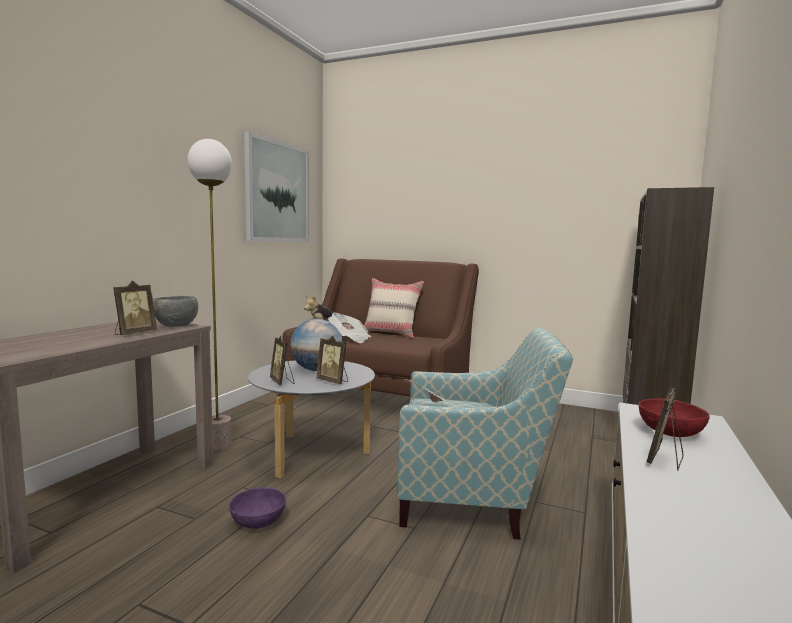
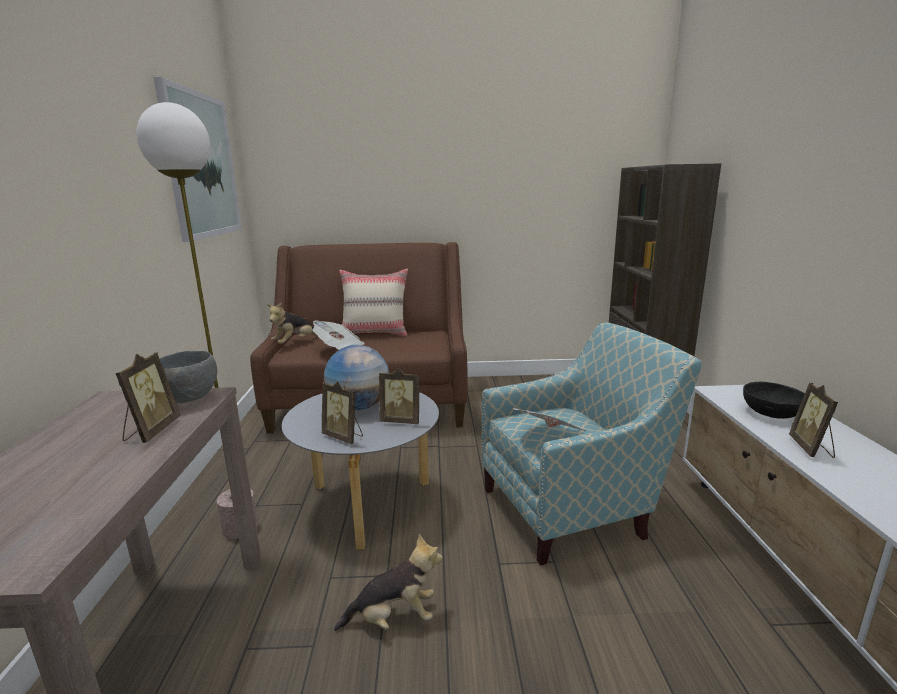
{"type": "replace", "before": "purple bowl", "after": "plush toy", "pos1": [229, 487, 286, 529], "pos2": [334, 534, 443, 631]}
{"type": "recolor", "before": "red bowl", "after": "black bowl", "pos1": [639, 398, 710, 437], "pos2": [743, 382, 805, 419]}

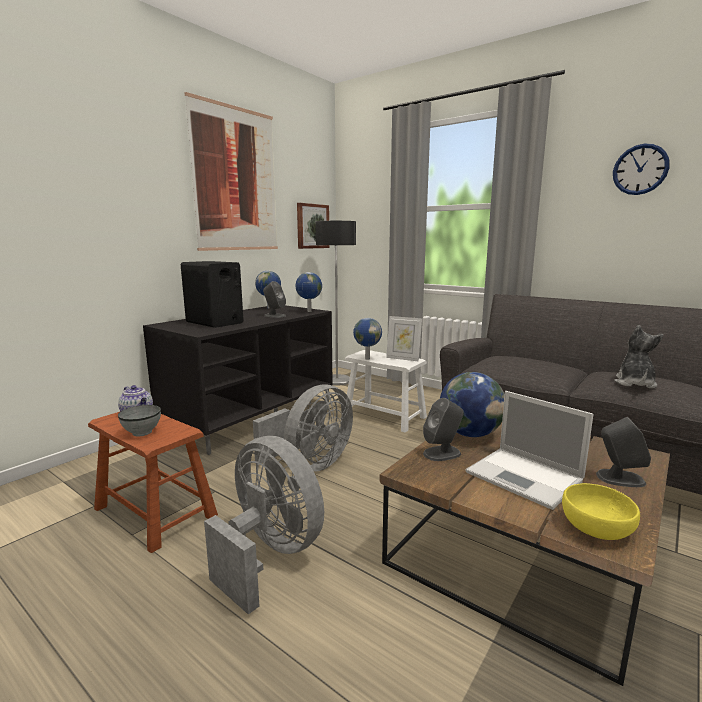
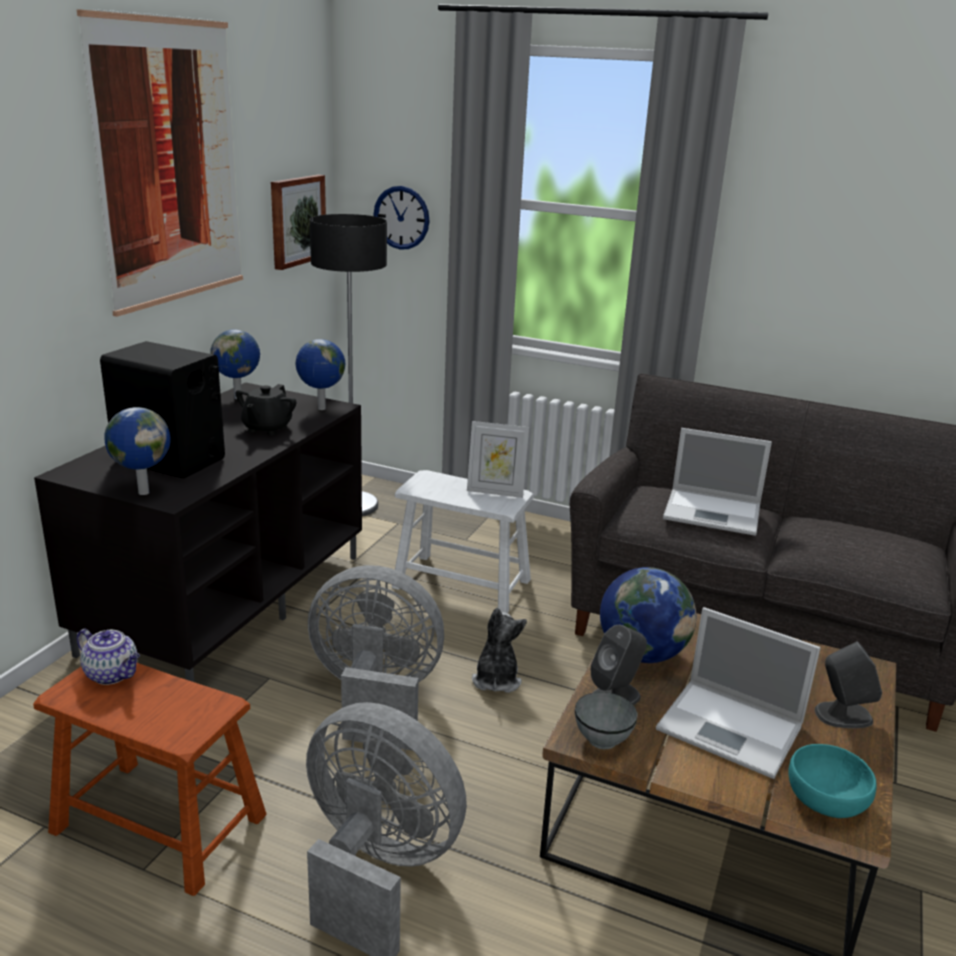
{"type": "move", "before": "grey bowl", "pos1": [118, 405, 161, 437], "pos2": [575, 692, 638, 749]}
{"type": "rotate", "before": "grey fan", "pos1": [253, 384, 353, 471], "pos2": [308, 565, 444, 751], "turn": -105}
{"type": "replace", "before": "grey speaker", "after": "black teapot", "pos1": [263, 281, 286, 318], "pos2": [236, 384, 296, 435]}
{"type": "move", "before": "globe", "pos1": [353, 318, 382, 360], "pos2": [104, 407, 171, 495]}
{"type": "recolor", "before": "yellow bowl", "after": "turquoise bowl", "pos1": [562, 483, 640, 540], "pos2": [788, 744, 877, 818]}
{"type": "move", "before": "wall clock", "pos1": [613, 144, 670, 195], "pos2": [373, 186, 429, 250]}
{"type": "move", "before": "plush toy", "pos1": [615, 325, 664, 389], "pos2": [472, 608, 527, 693]}
{"type": "insert", "after": "laptop", "pos2": [663, 428, 772, 536]}

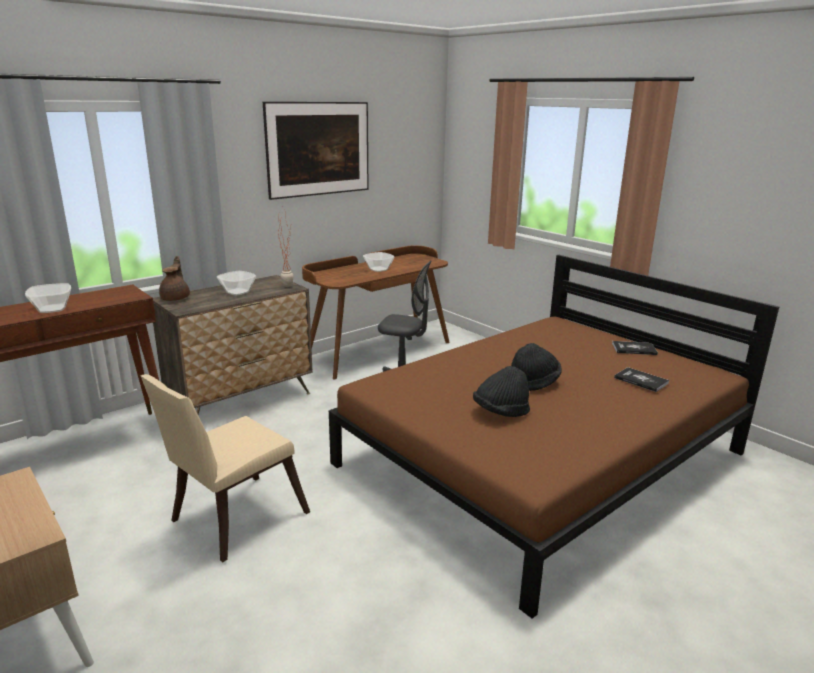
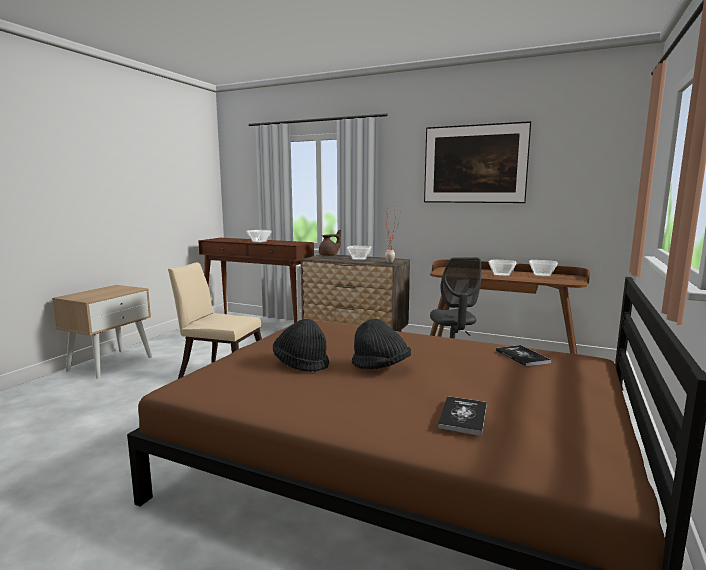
{"type": "move", "before": "book", "pos1": [612, 341, 658, 355], "pos2": [496, 345, 551, 367]}
{"type": "insert", "after": "bowl", "pos2": [529, 260, 558, 277]}

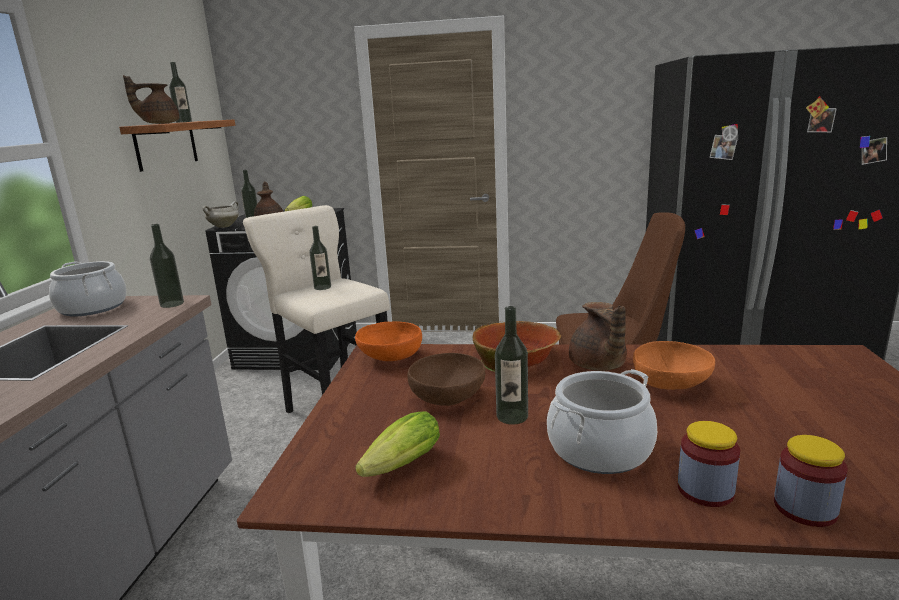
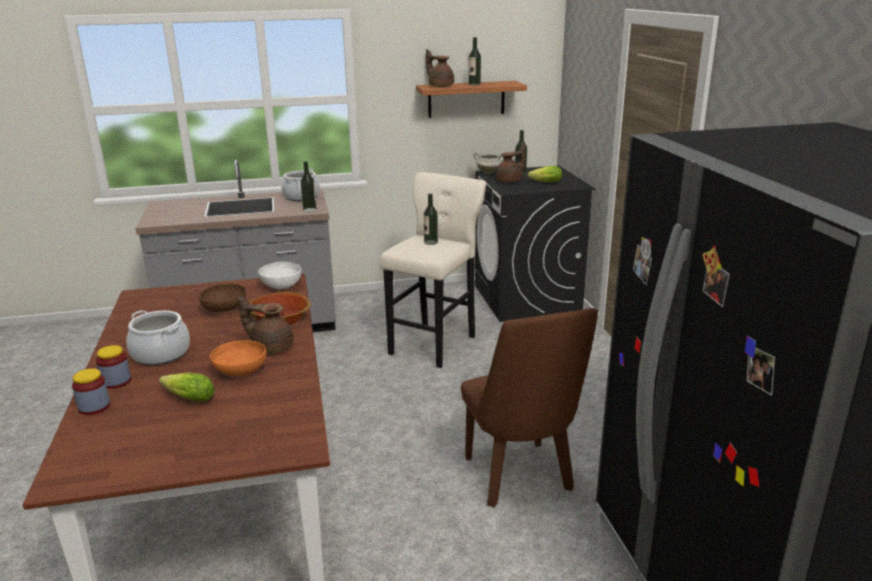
{"type": "recolor", "before": "orange bowl", "after": "white bowl", "pos1": [355, 321, 422, 361], "pos2": [258, 262, 302, 289]}
{"type": "move", "before": "lettuce", "pos1": [355, 411, 440, 477], "pos2": [159, 373, 215, 402]}
{"type": "delete", "before": "bottle", "pos1": [495, 306, 528, 425]}
{"type": "rotate", "before": "brown teapot", "pos1": [569, 302, 627, 371], "pos2": [238, 296, 294, 354], "turn": 45}

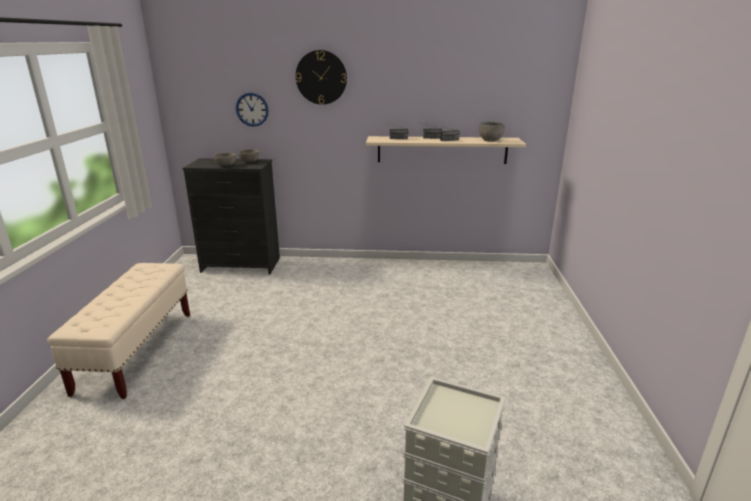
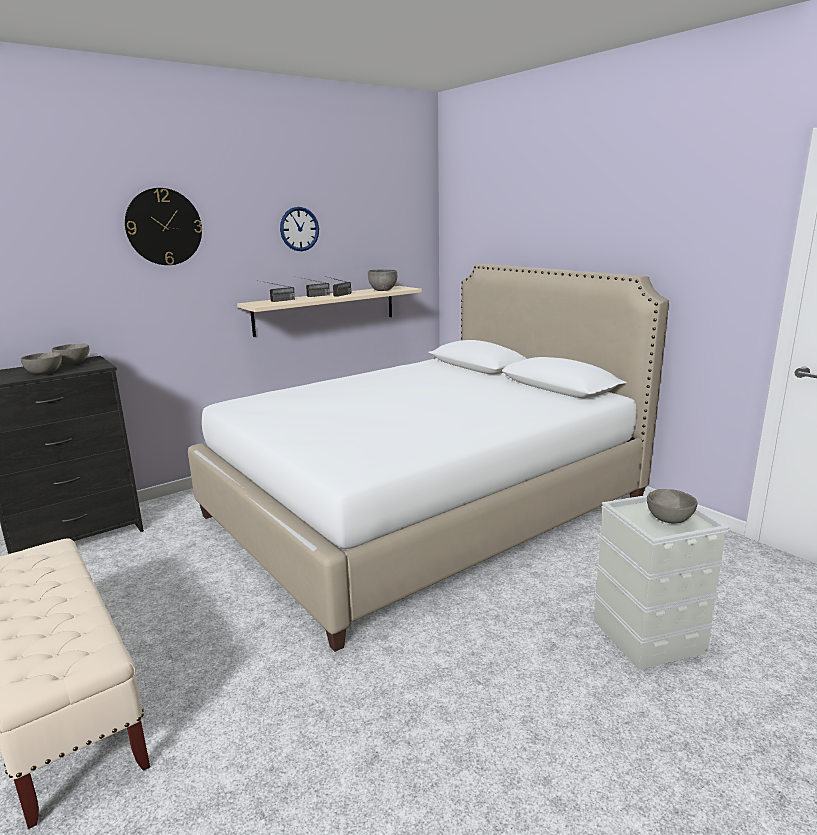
{"type": "move", "before": "wall clock", "pos1": [236, 92, 268, 127], "pos2": [280, 207, 319, 251]}
{"type": "insert", "after": "white bed", "pos2": [188, 264, 669, 652]}
{"type": "insert", "after": "grey bowl", "pos2": [647, 489, 698, 523]}

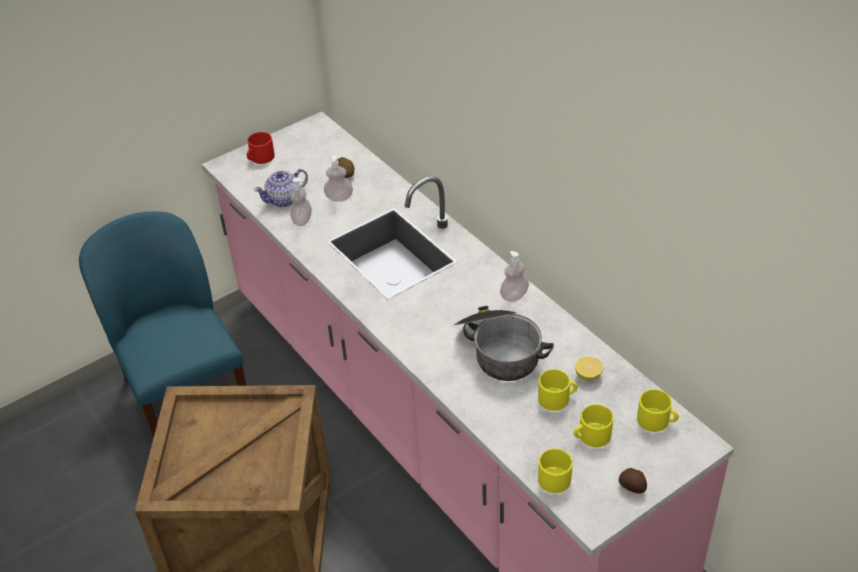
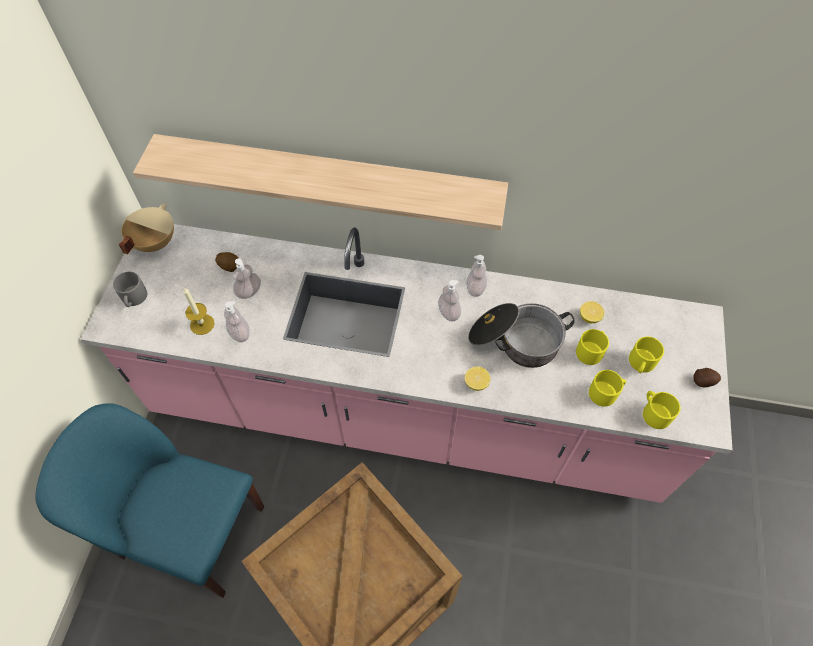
{"type": "recolor", "before": "red mug", "after": "grey mug", "pos1": [247, 132, 275, 164], "pos2": [113, 272, 147, 307]}
{"type": "replace", "before": "teapot", "after": "candle", "pos1": [254, 169, 308, 207], "pos2": [183, 288, 215, 335]}
{"type": "move", "before": "yellow mug", "pos1": [637, 389, 679, 432], "pos2": [589, 370, 626, 407]}
{"type": "insert", "after": "beige cooking pot", "pos2": [119, 204, 174, 255]}
{"type": "insert", "after": "shelf", "pos2": [133, 134, 508, 230]}
{"type": "insert", "after": "soap dispenser", "pos2": [438, 280, 461, 322]}
{"type": "insert", "after": "lemon", "pos2": [465, 366, 491, 391]}

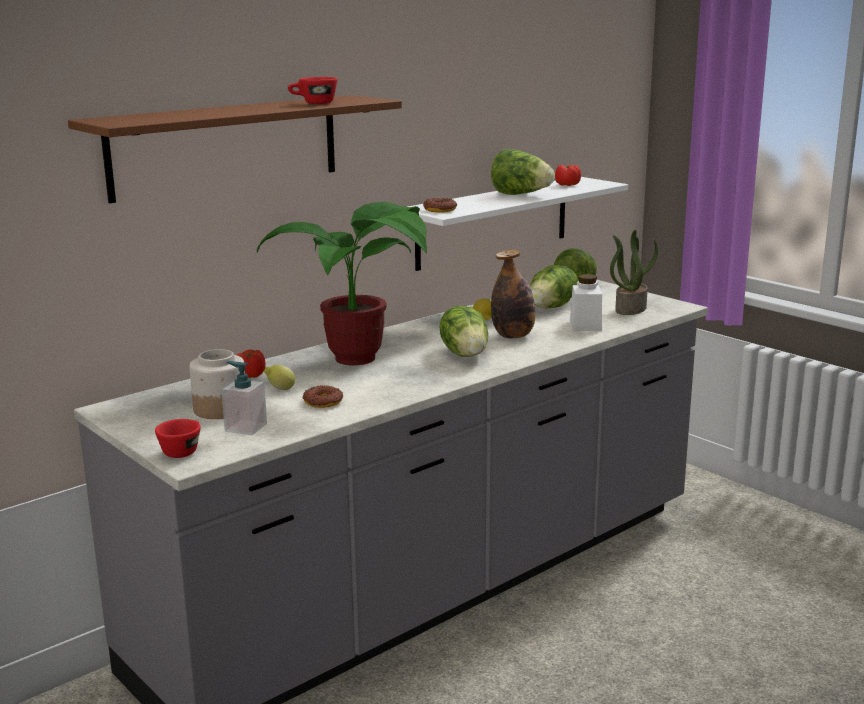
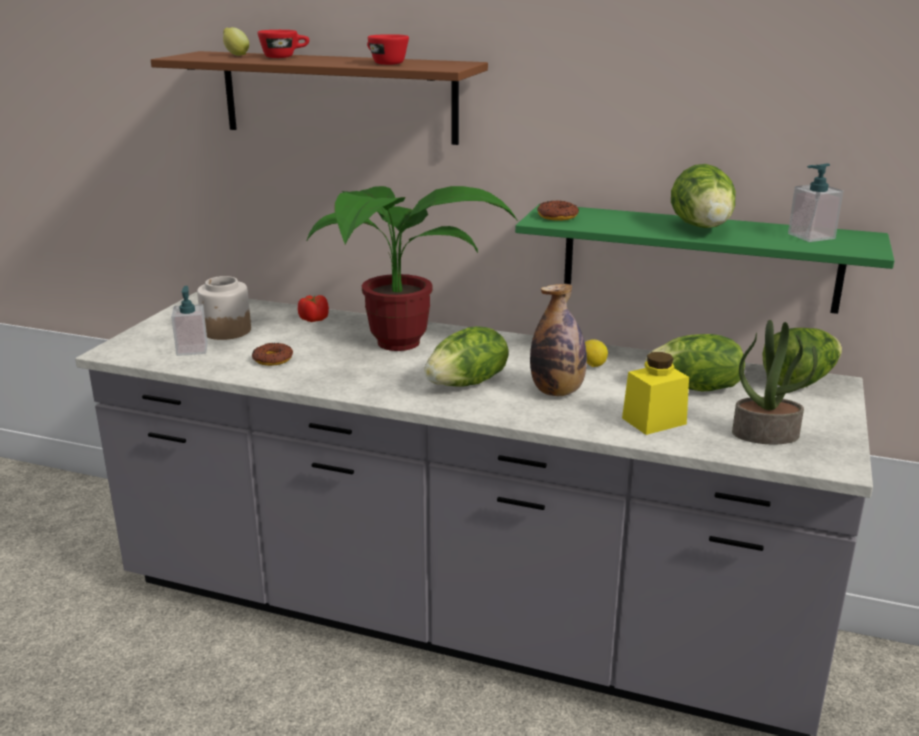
{"type": "move", "before": "red cup", "pos1": [155, 419, 201, 458], "pos2": [257, 30, 309, 58]}
{"type": "move", "before": "lemon", "pos1": [264, 365, 295, 390], "pos2": [223, 27, 249, 56]}
{"type": "recolor", "before": "white shelf", "after": "green shelf", "pos1": [408, 177, 628, 271], "pos2": [515, 204, 894, 314]}
{"type": "replace", "before": "tomato", "after": "soap dispenser", "pos1": [555, 165, 581, 186], "pos2": [788, 163, 843, 242]}
{"type": "recolor", "before": "white jar", "after": "yellow jar", "pos1": [570, 274, 602, 331], "pos2": [622, 352, 689, 435]}

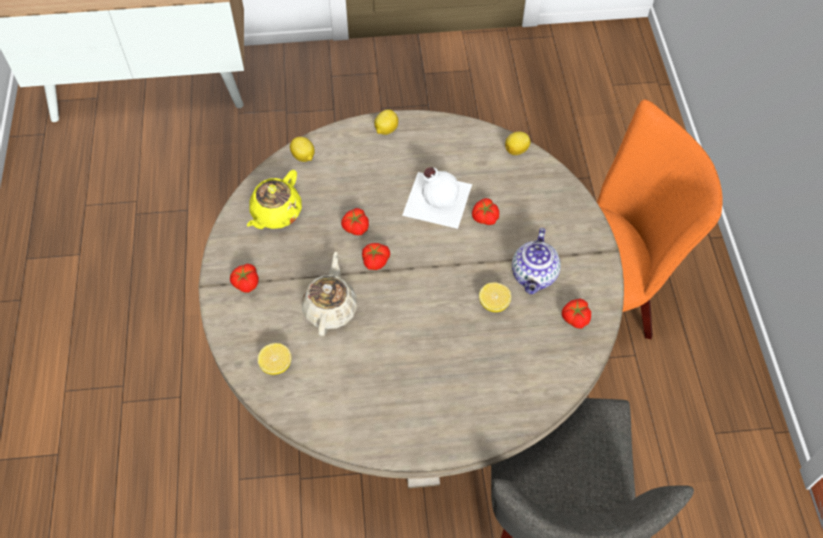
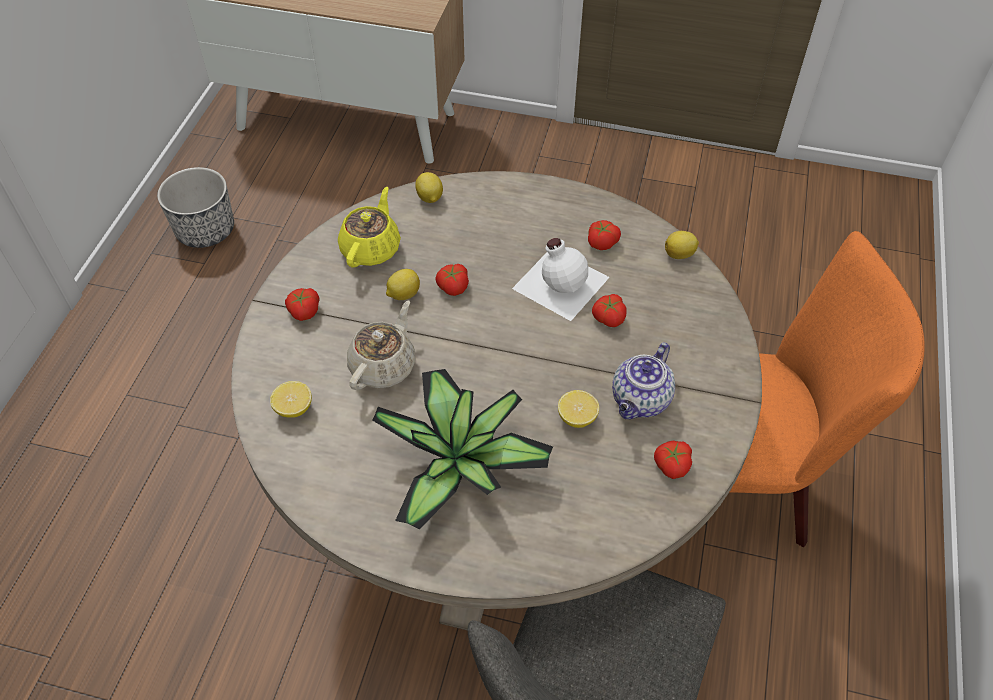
{"type": "rotate", "before": "yellow teapot", "pos1": [247, 170, 302, 229], "pos2": [338, 187, 401, 267], "turn": 150}
{"type": "move", "before": "tomato", "pos1": [362, 243, 390, 270], "pos2": [588, 220, 621, 250]}
{"type": "move", "before": "lemon", "pos1": [374, 109, 398, 135], "pos2": [386, 269, 420, 300]}
{"type": "insert", "after": "planter", "pos2": [157, 167, 234, 248]}
{"type": "insert", "after": "potted plant", "pos2": [372, 369, 553, 530]}

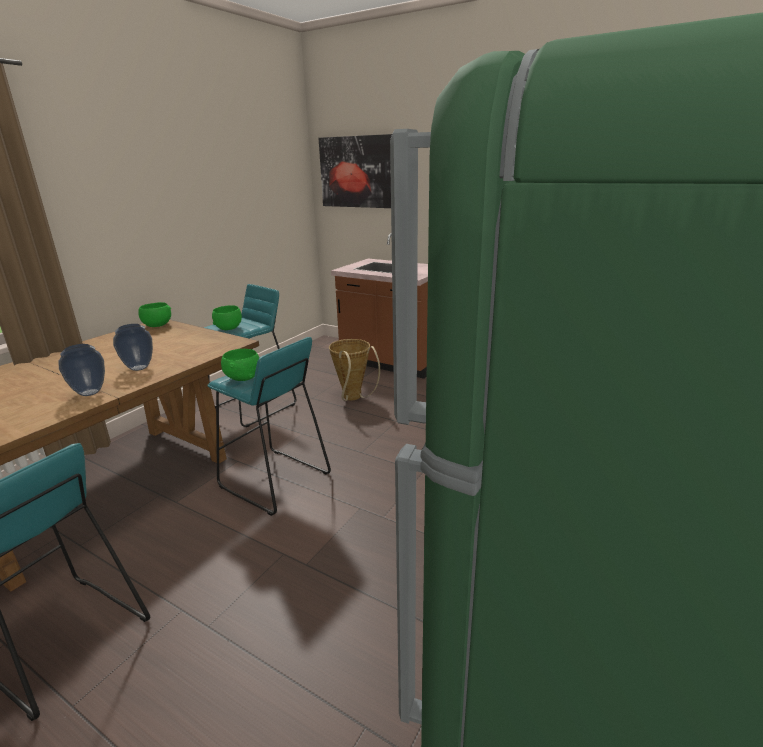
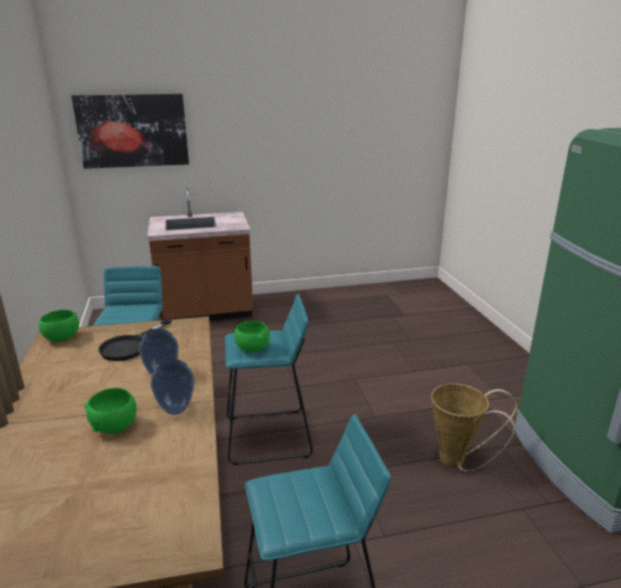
{"type": "move", "before": "green bowl", "pos1": [212, 305, 242, 330], "pos2": [85, 388, 137, 434]}
{"type": "move", "before": "basket", "pos1": [329, 339, 380, 401], "pos2": [431, 383, 517, 471]}
{"type": "insert", "after": "black frying pan", "pos2": [98, 319, 172, 361]}

